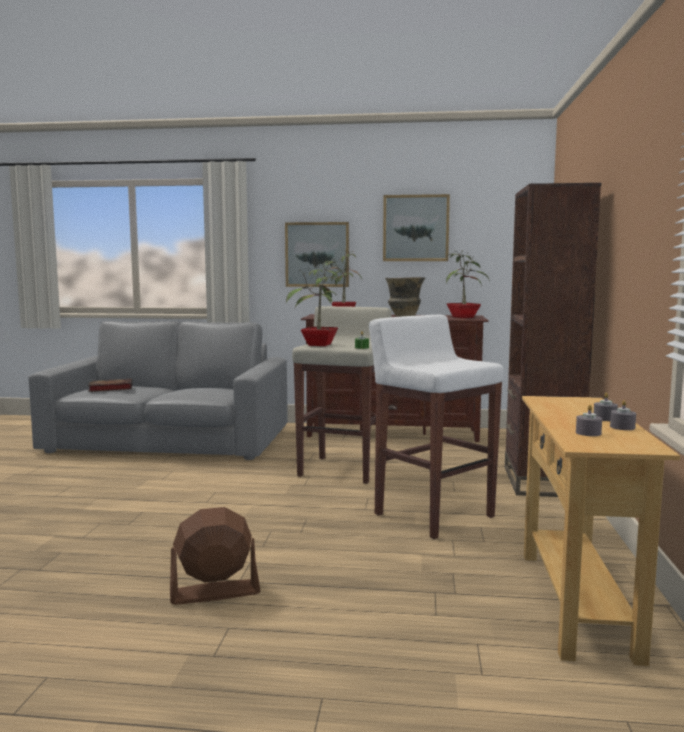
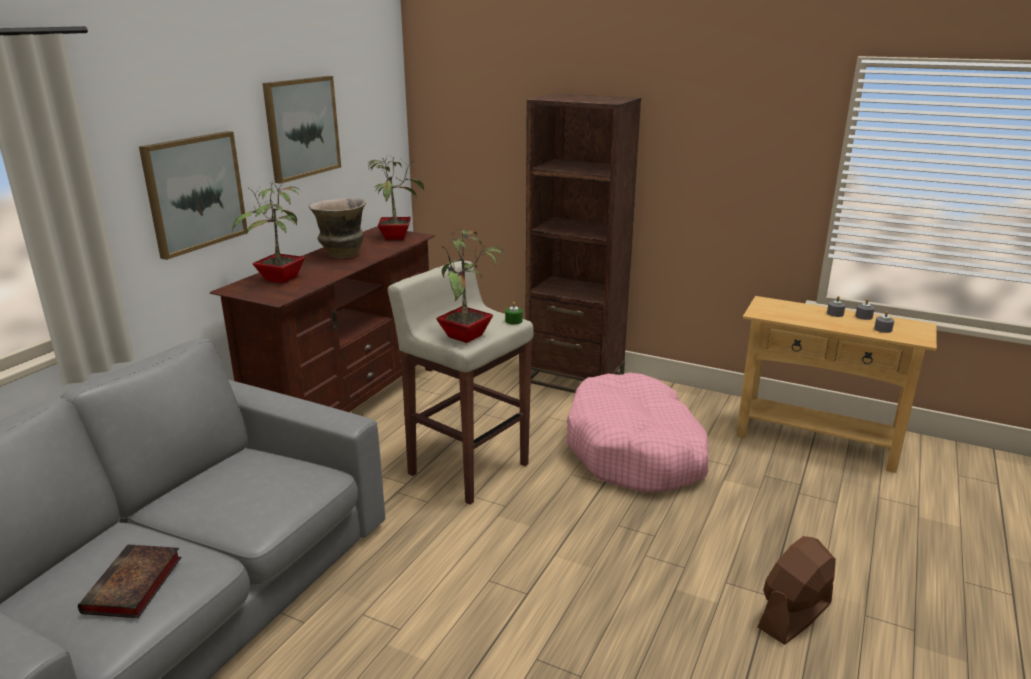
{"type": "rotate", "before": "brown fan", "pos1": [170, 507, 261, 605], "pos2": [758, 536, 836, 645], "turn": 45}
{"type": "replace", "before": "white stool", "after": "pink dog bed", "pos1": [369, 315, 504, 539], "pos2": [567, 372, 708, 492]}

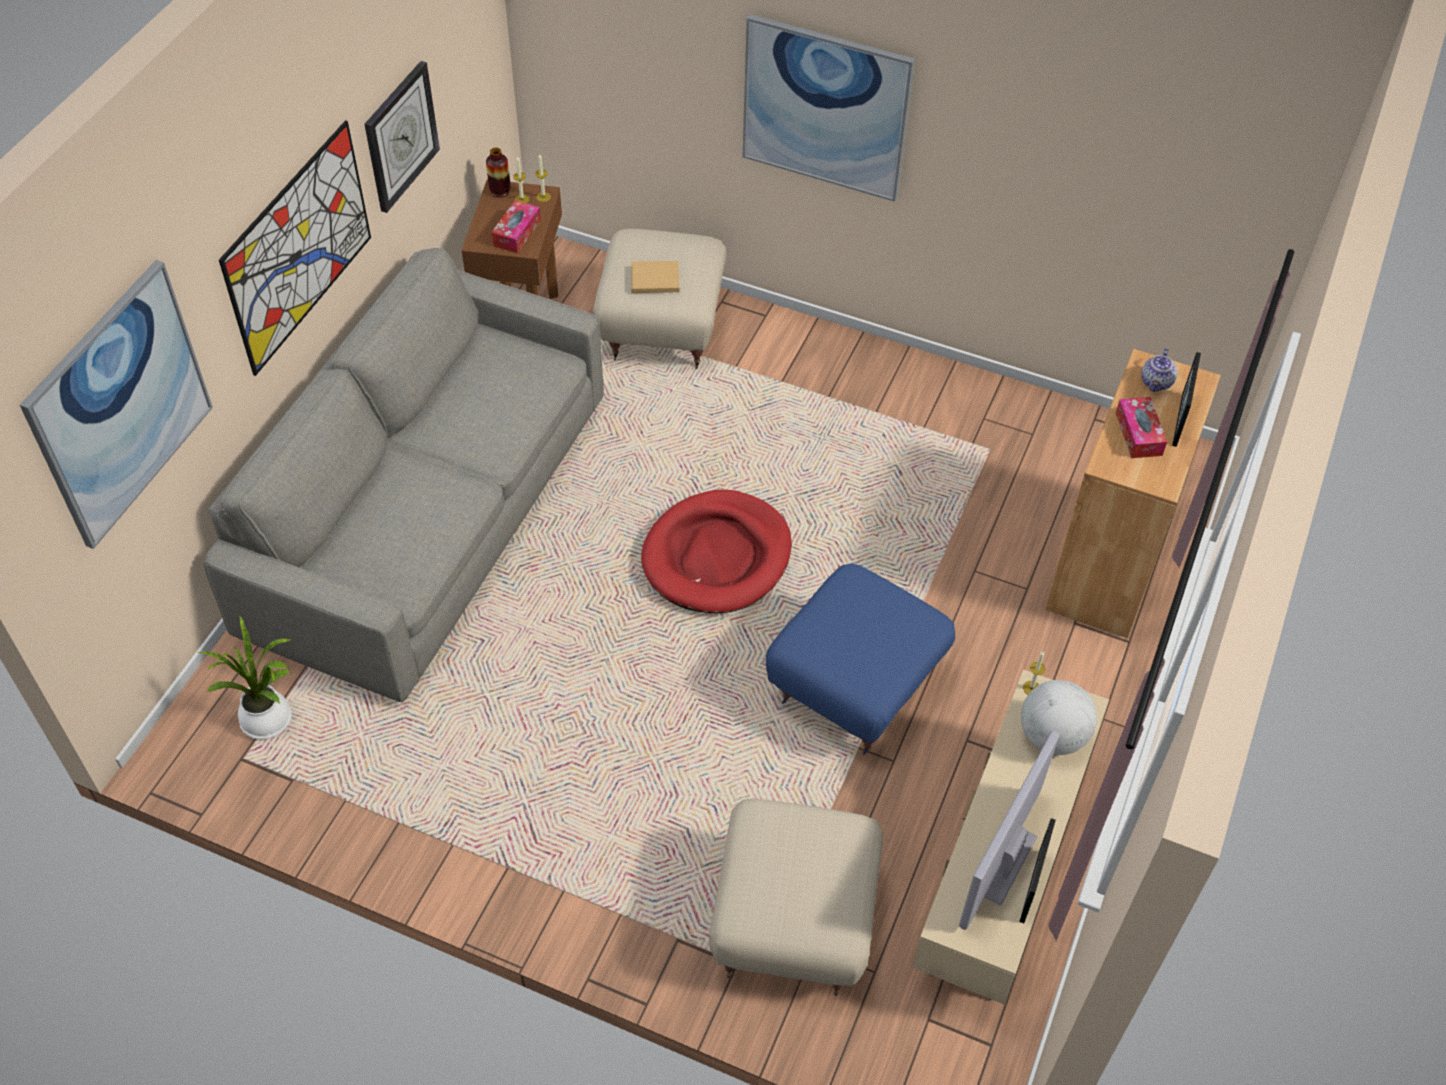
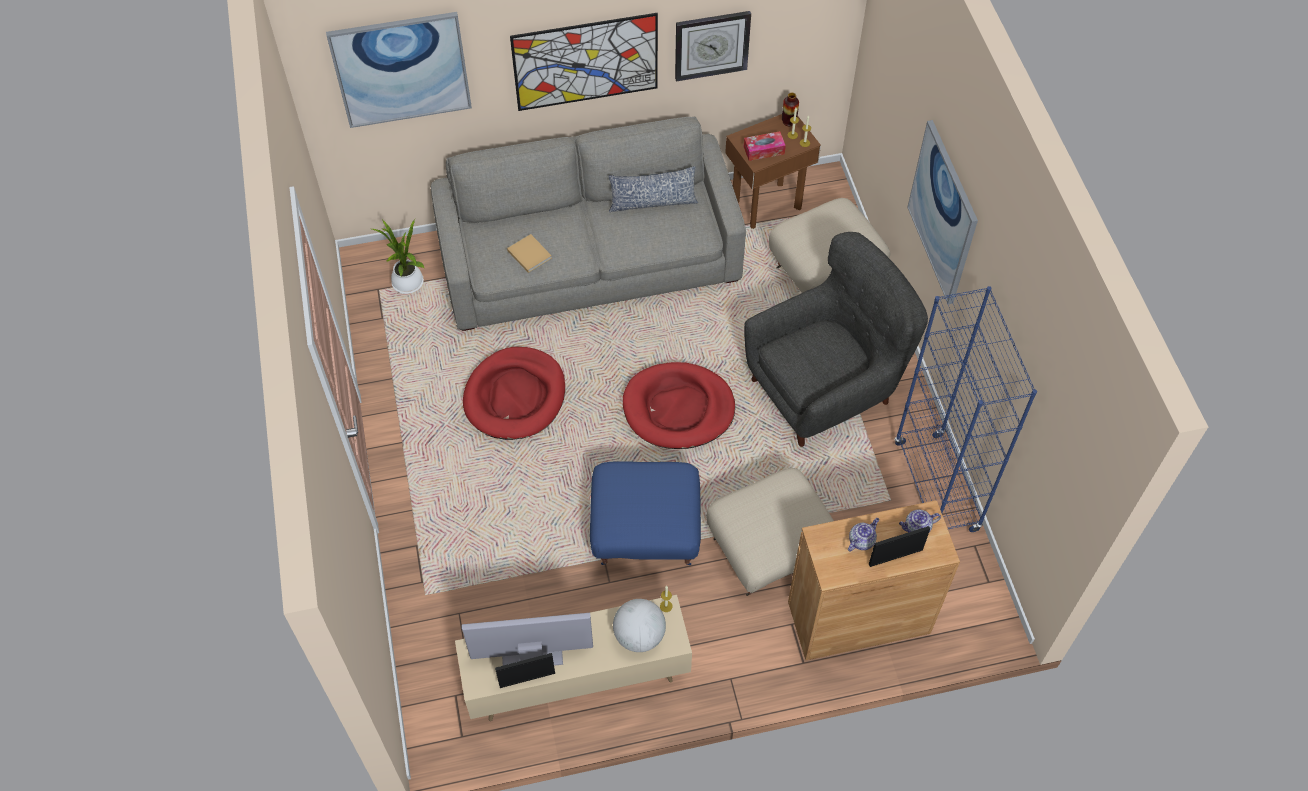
{"type": "move", "before": "beige book", "pos1": [631, 261, 679, 293], "pos2": [507, 234, 552, 273]}
{"type": "move", "before": "beige ottoman", "pos1": [709, 799, 883, 996], "pos2": [706, 468, 834, 596]}
{"type": "replace", "before": "tissue box", "after": "teapot", "pos1": [1116, 397, 1167, 458], "pos2": [848, 518, 879, 551]}
{"type": "insert", "after": "red dog bed", "pos2": [463, 347, 565, 440]}
{"type": "insert", "after": "pillow", "pos2": [608, 166, 698, 212]}
{"type": "insert", "after": "grey armchair", "pos2": [744, 232, 928, 447]}
{"type": "insert", "after": "blue bookcase", "pos2": [894, 286, 1037, 532]}

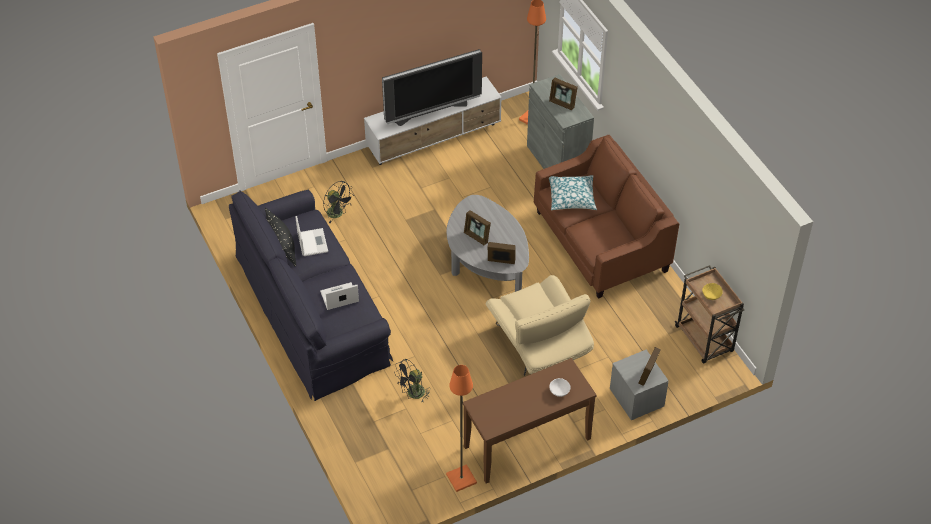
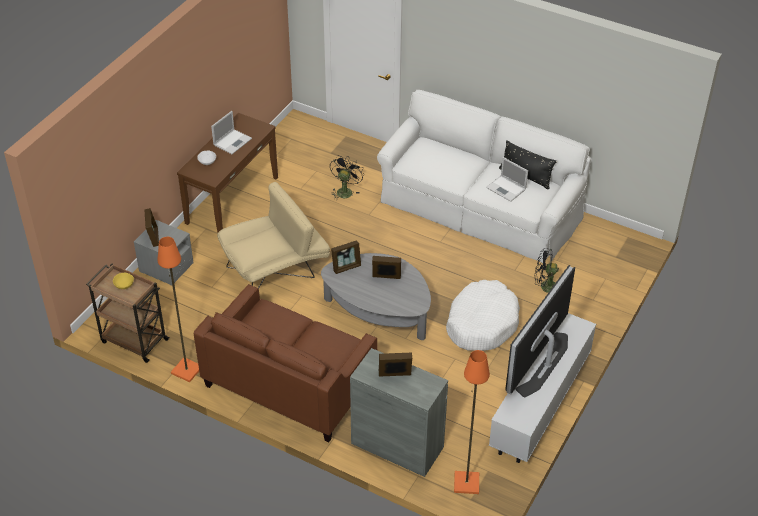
{"type": "recolor", "before": "black sofa", "after": "white sofa", "pos1": [229, 190, 393, 401], "pos2": [377, 90, 591, 263]}
{"type": "move", "before": "laptop", "pos1": [320, 282, 359, 310], "pos2": [211, 111, 252, 154]}
{"type": "move", "before": "orange floor lamp", "pos1": [446, 365, 477, 492], "pos2": [158, 237, 199, 382]}
{"type": "rotate", "before": "beige armchair", "pos1": [486, 275, 594, 376], "pos2": [217, 182, 330, 288], "turn": 120}
{"type": "delete", "before": "pillow", "pos1": [549, 175, 597, 210]}
{"type": "insert", "after": "white dog bed", "pos2": [446, 280, 520, 351]}

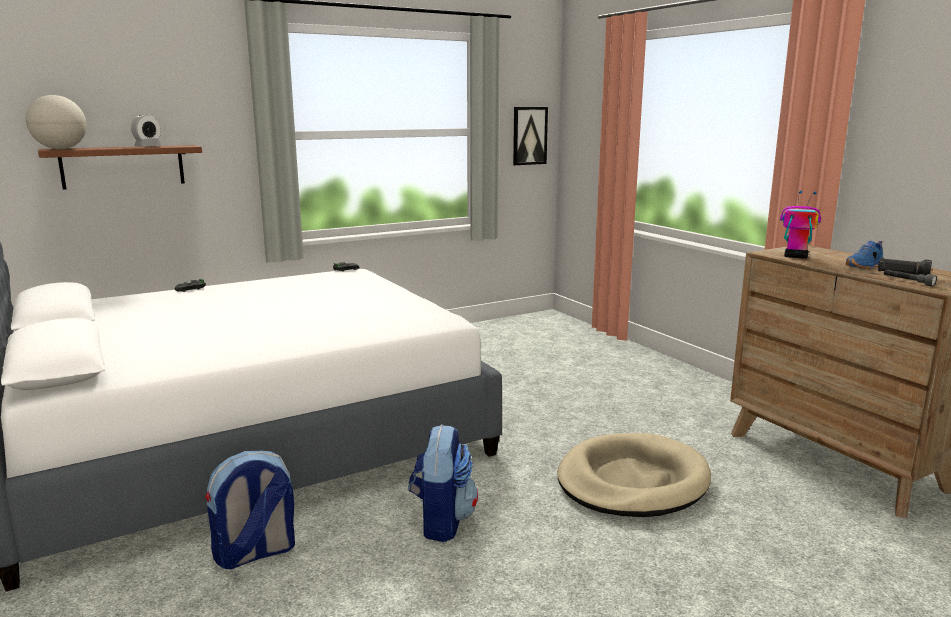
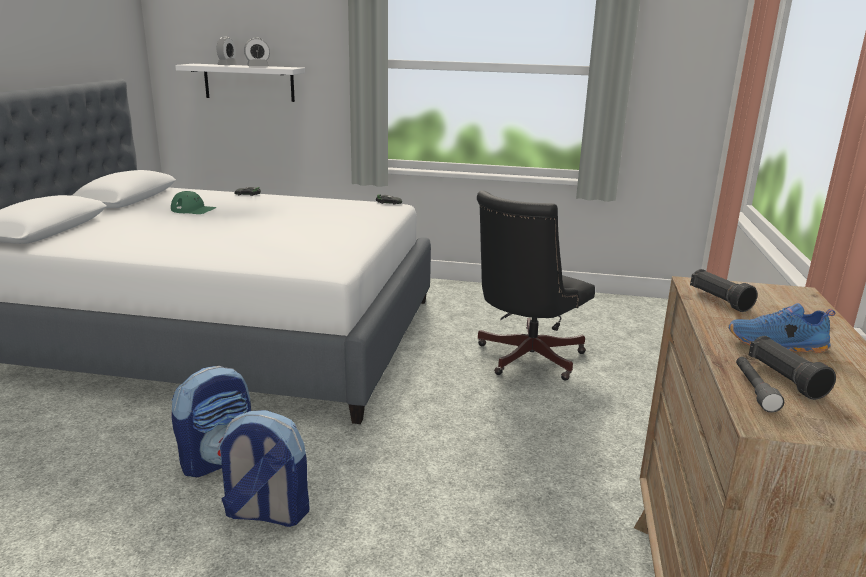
{"type": "delete", "before": "globe", "pos1": [26, 95, 87, 149]}
{"type": "recolor", "before": "brown shelf", "after": "white shelf", "pos1": [38, 145, 202, 190], "pos2": [175, 64, 305, 102]}
{"type": "move", "before": "backpack", "pos1": [205, 451, 295, 569], "pos2": [218, 410, 310, 527]}
{"type": "delete", "before": "picture", "pos1": [513, 107, 548, 165]}
{"type": "delete", "before": "beige dog bed", "pos1": [557, 433, 711, 517]}
{"type": "replace", "before": "toy robot", "after": "black flashlight", "pos1": [780, 191, 821, 259], "pos2": [690, 269, 758, 312]}
{"type": "insert", "after": "green cap", "pos2": [171, 191, 217, 214]}
{"type": "insert", "after": "alarm clock", "pos2": [217, 37, 237, 65]}
{"type": "insert", "after": "black office chair", "pos2": [477, 191, 595, 381]}

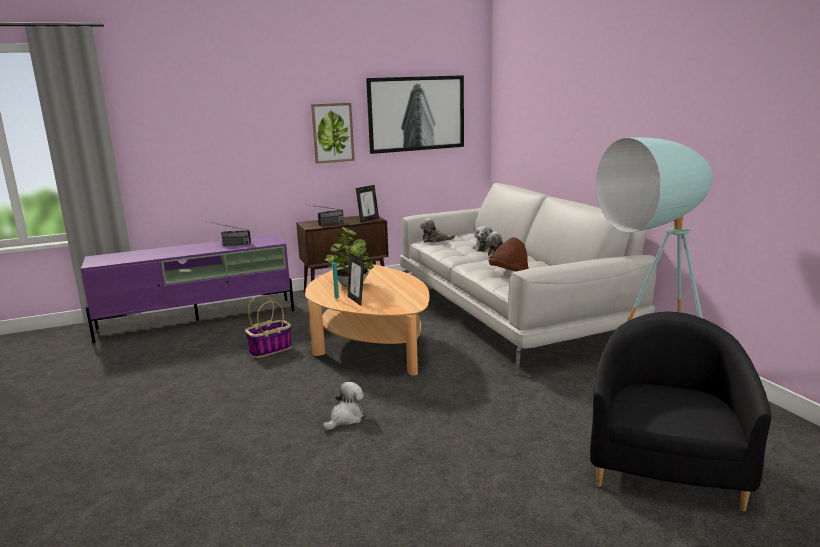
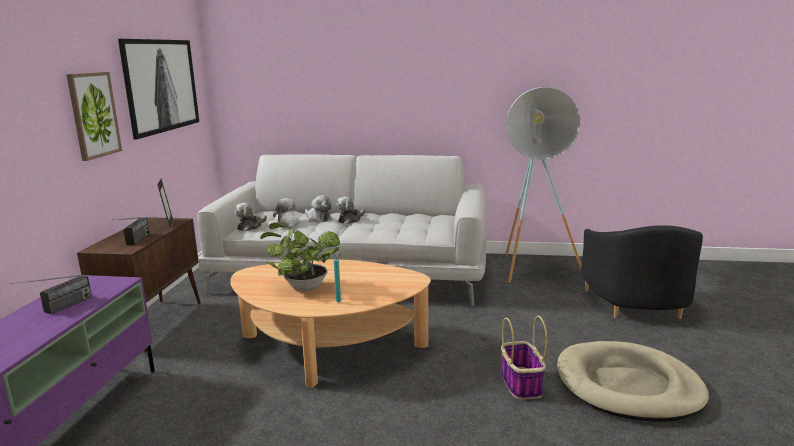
{"type": "move", "before": "basket", "pos1": [245, 295, 292, 358], "pos2": [501, 316, 547, 400]}
{"type": "move", "before": "plush toy", "pos1": [323, 382, 364, 430], "pos2": [273, 198, 300, 230]}
{"type": "delete", "before": "picture frame", "pos1": [348, 254, 364, 306]}
{"type": "delete", "before": "brown hat", "pos1": [489, 237, 529, 272]}
{"type": "rotate", "before": "black armchair", "pos1": [590, 311, 771, 511], "pos2": [581, 225, 703, 319], "turn": -135}
{"type": "insert", "after": "beige dog bed", "pos2": [557, 341, 709, 422]}

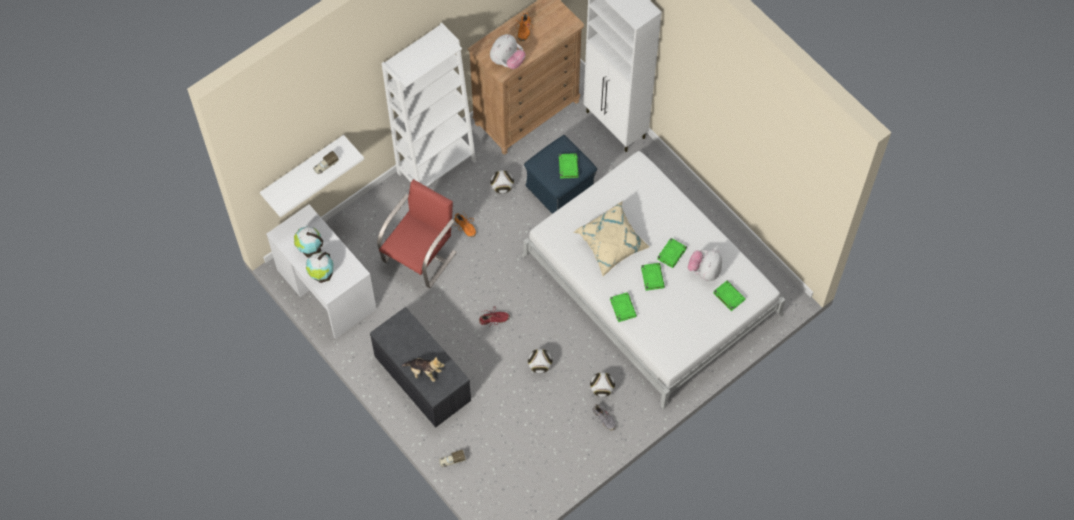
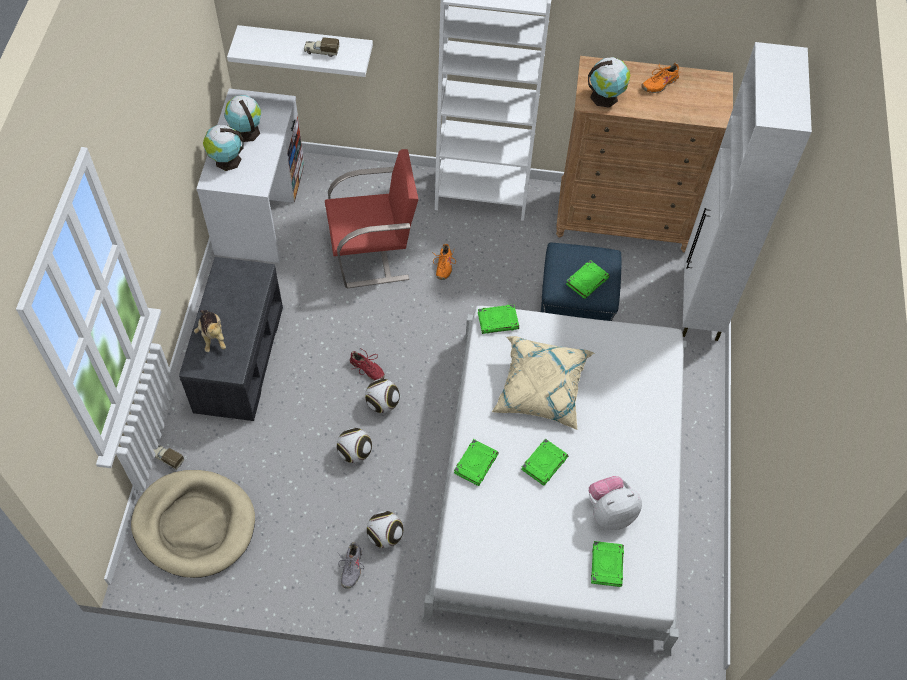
{"type": "replace", "before": "plush toy", "after": "globe", "pos1": [490, 34, 526, 69], "pos2": [588, 57, 630, 108]}
{"type": "move", "before": "football", "pos1": [490, 170, 514, 194], "pos2": [365, 379, 400, 413]}
{"type": "move", "before": "green book", "pos1": [657, 238, 687, 268], "pos2": [478, 304, 519, 334]}
{"type": "insert", "after": "beige dog bed", "pos2": [131, 470, 255, 578]}

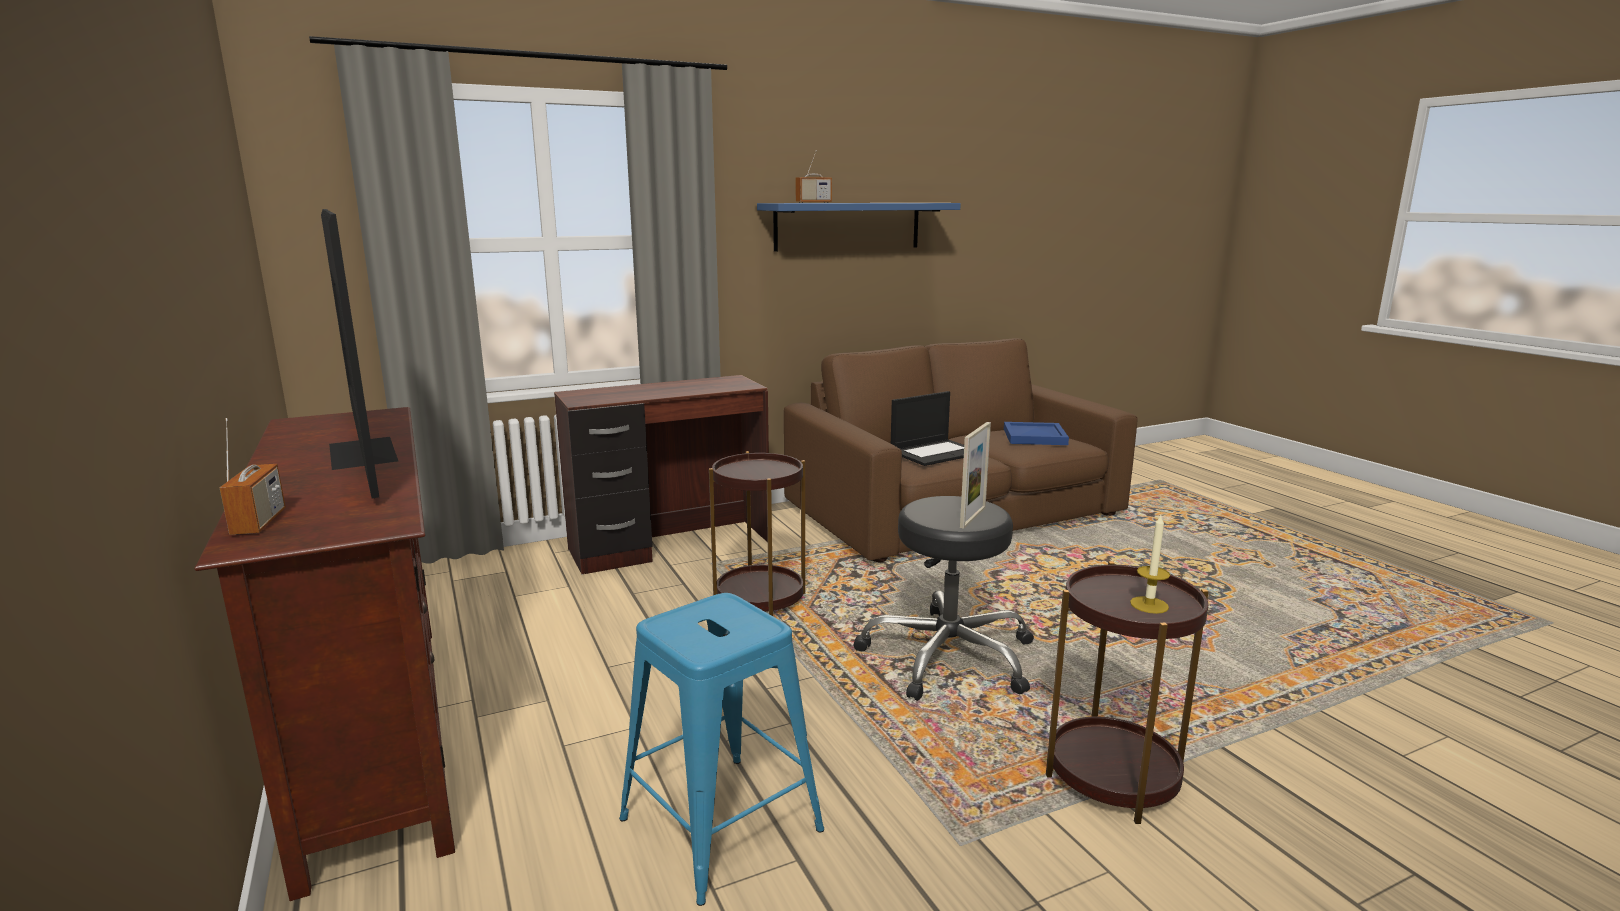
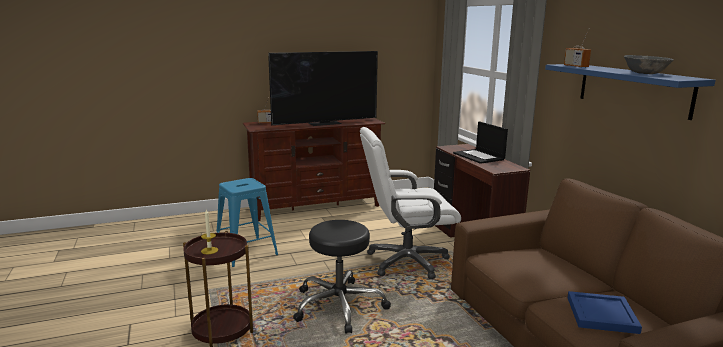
{"type": "replace", "before": "brown side table", "after": "white office chair", "pos1": [709, 451, 805, 616], "pos2": [360, 127, 461, 279]}
{"type": "move", "before": "laptop", "pos1": [891, 391, 964, 466], "pos2": [453, 121, 508, 164]}
{"type": "delete", "before": "picture frame", "pos1": [960, 422, 991, 529]}
{"type": "insert", "after": "grey bowl", "pos2": [624, 55, 674, 74]}

